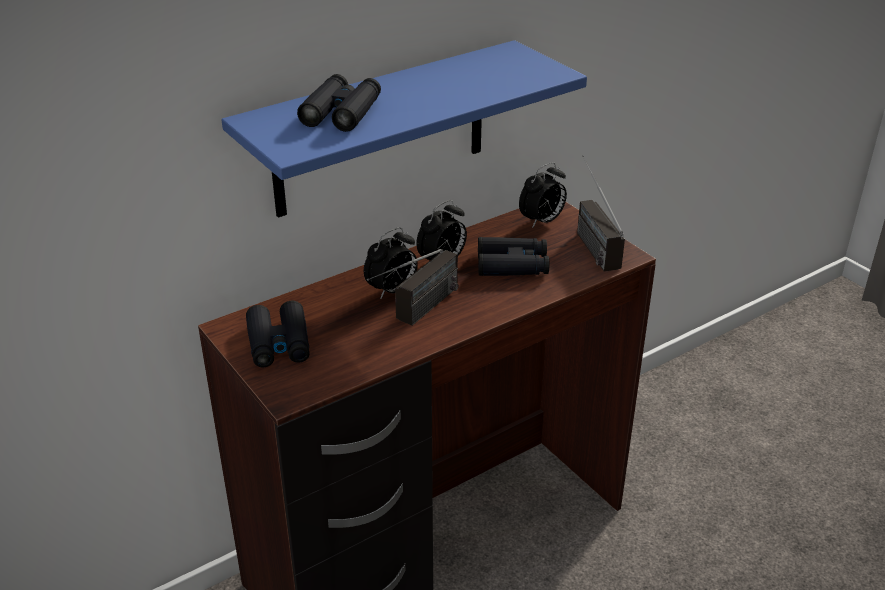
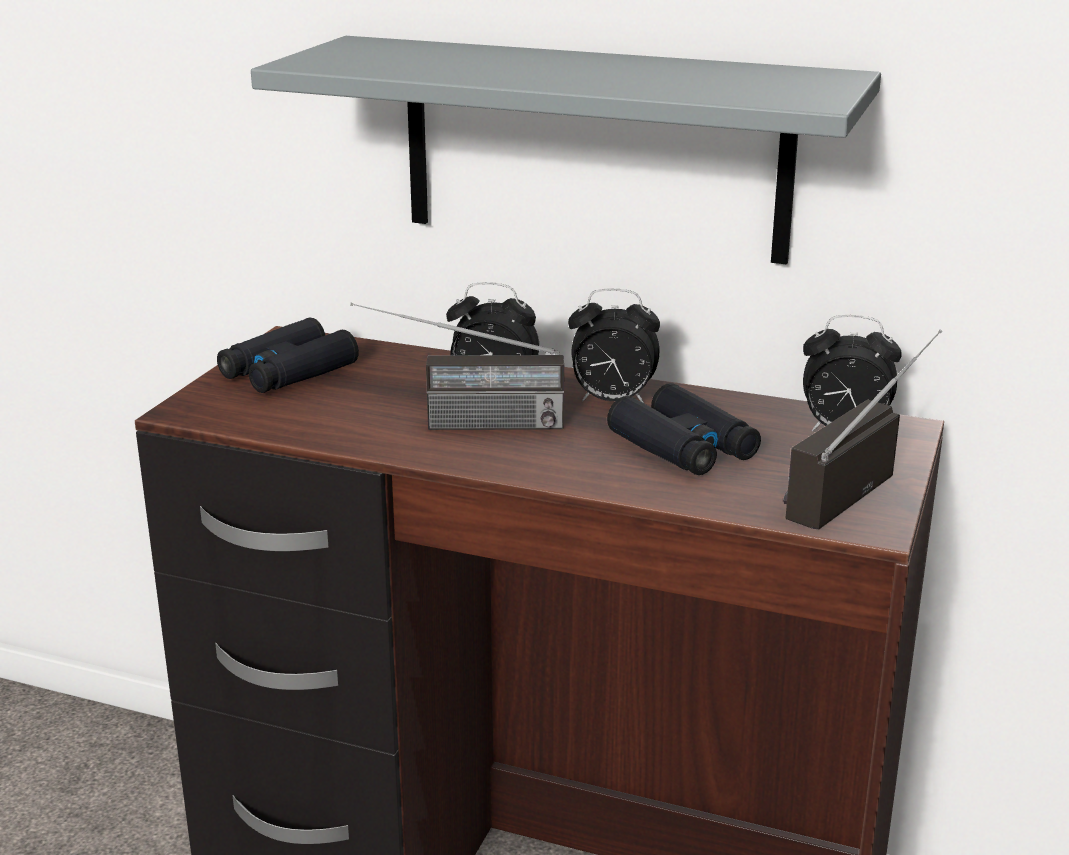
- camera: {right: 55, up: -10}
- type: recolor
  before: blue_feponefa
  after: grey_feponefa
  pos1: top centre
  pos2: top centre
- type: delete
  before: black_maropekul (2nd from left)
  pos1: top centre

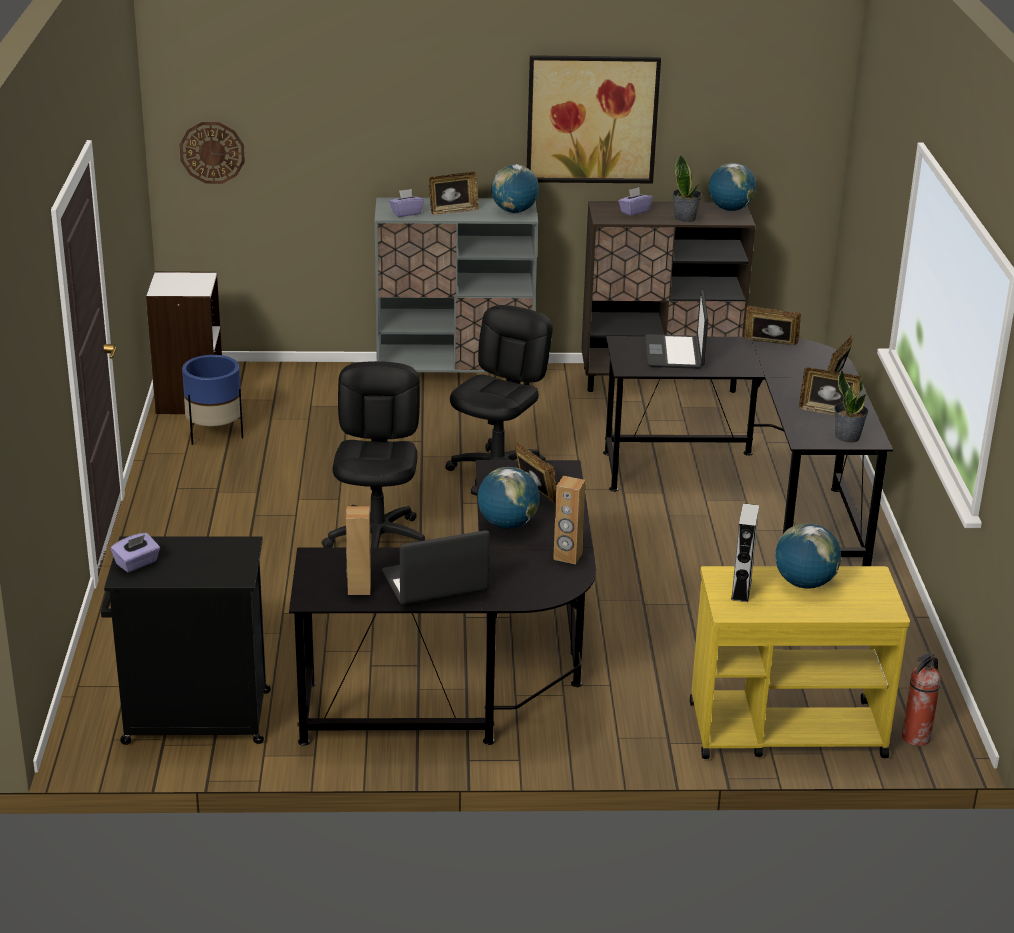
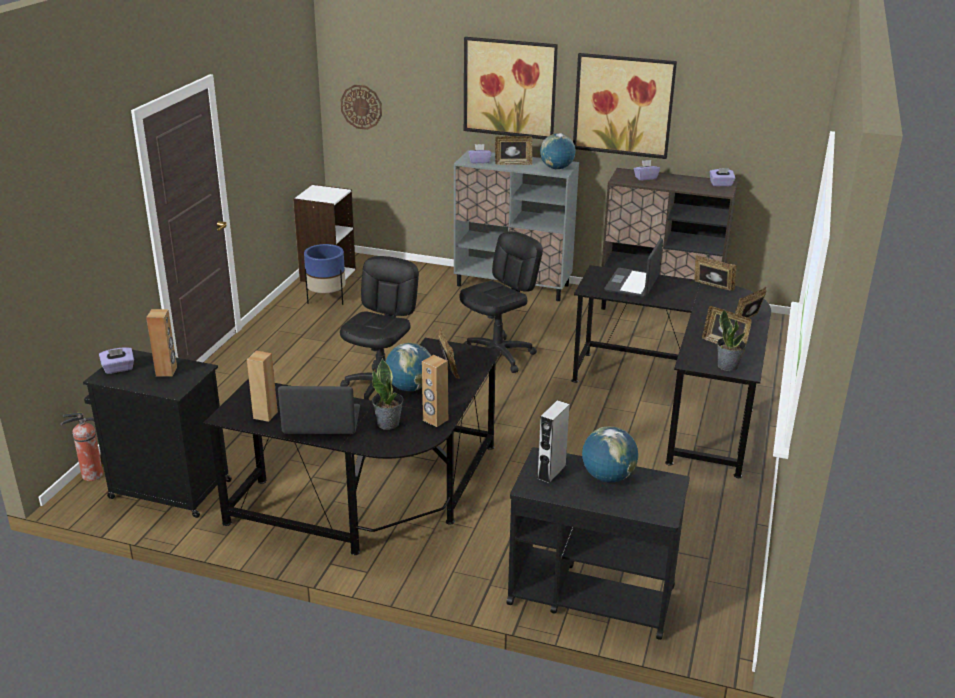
- camera: {right: 20, up: 0}
- type: move
  before: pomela (1st from left)
  pos1: top right
  pos2: centre
- type: replace
  before: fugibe (3rd from left)
  after: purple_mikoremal (4th from left)
  pos1: top right
  pos2: top right
- type: recolor
  before: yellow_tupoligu
  after: black_tupoligu
  pos1: bottom right
  pos2: bottom centre
- type: move
  before: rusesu
  pos1: bottom right
  pos2: middle left
- type: insert
  after: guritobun (1st from left)
  pos2: top centre
- type: insert
  after: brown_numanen (1st from left)
  pos2: middle left

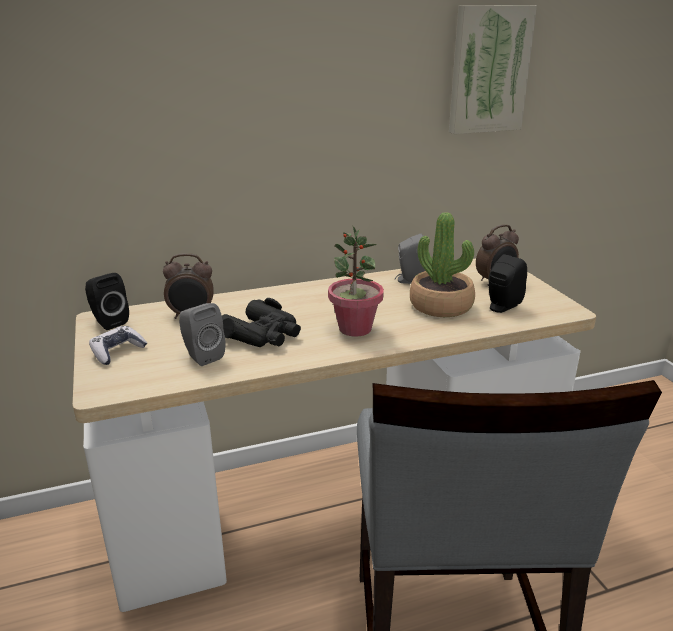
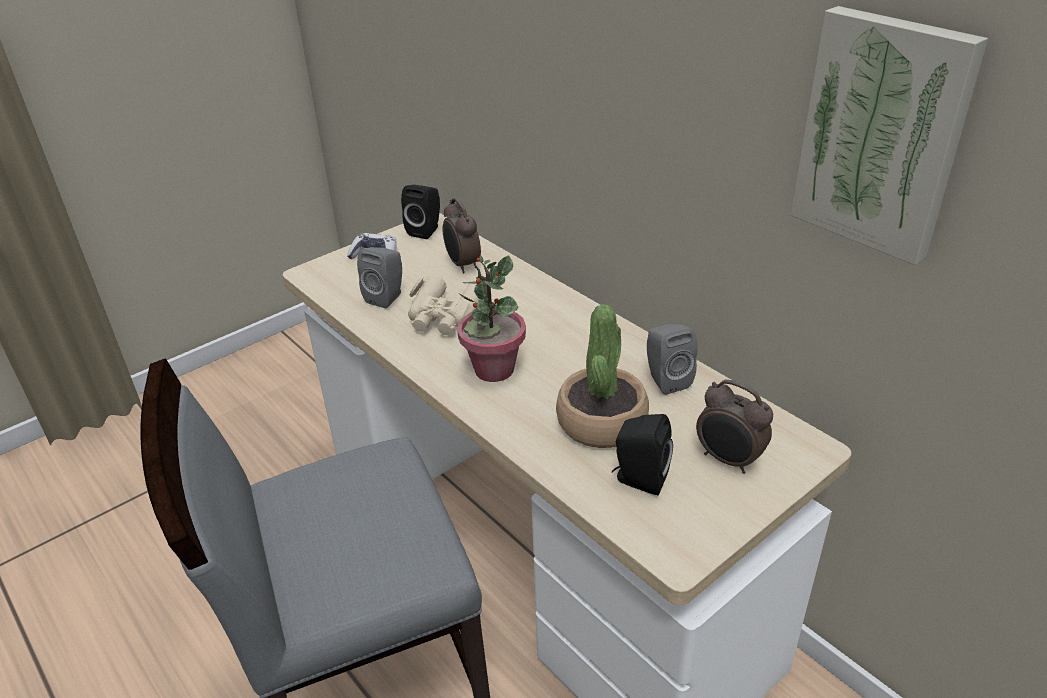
- camera: {right: 70, up: 10}
- type: recolor
  before: black_maropekul
  after: beige_maropekul
  pos1: centre
  pos2: centre

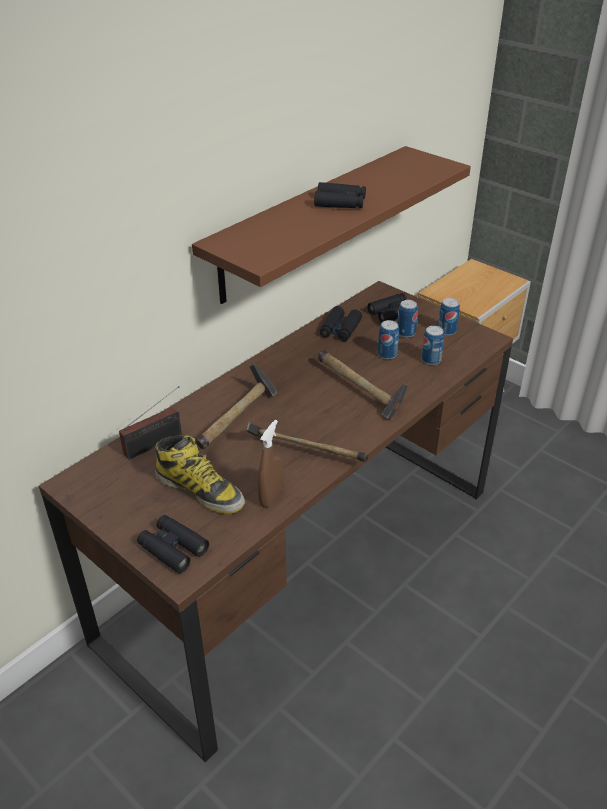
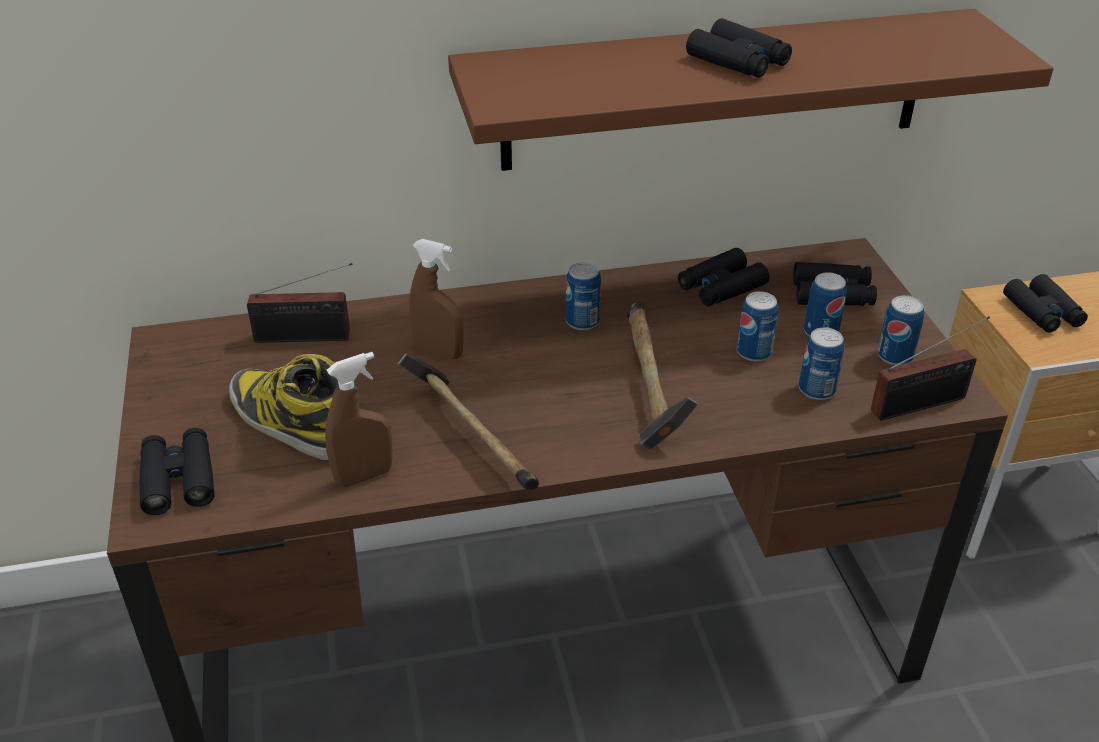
- camera: {right: 35, up: 0}
- type: replace
  before: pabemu (1st from left)
  after: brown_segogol (2nd from left)
  pos1: centre
  pos2: centre
- type: rotate
  before: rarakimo
  pos1: middle left
  pos2: middle left
  turn: 150
- type: insert
  after: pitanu (1st from left)
  pos2: centre
- type: insert
  after: black_maropekul (5th from left)
  pos2: middle right
- type: insert
  after: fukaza (2nd from left)
  pos2: middle right

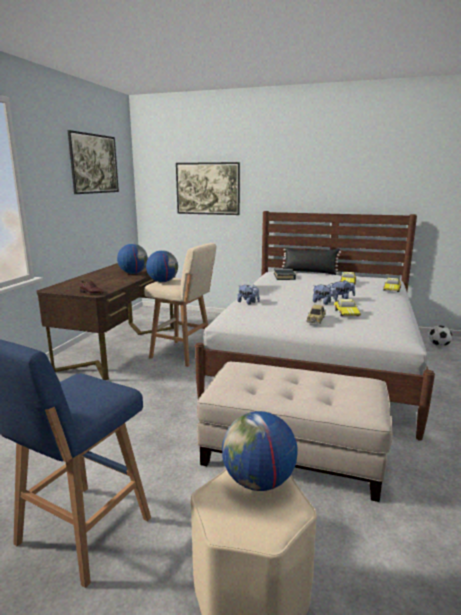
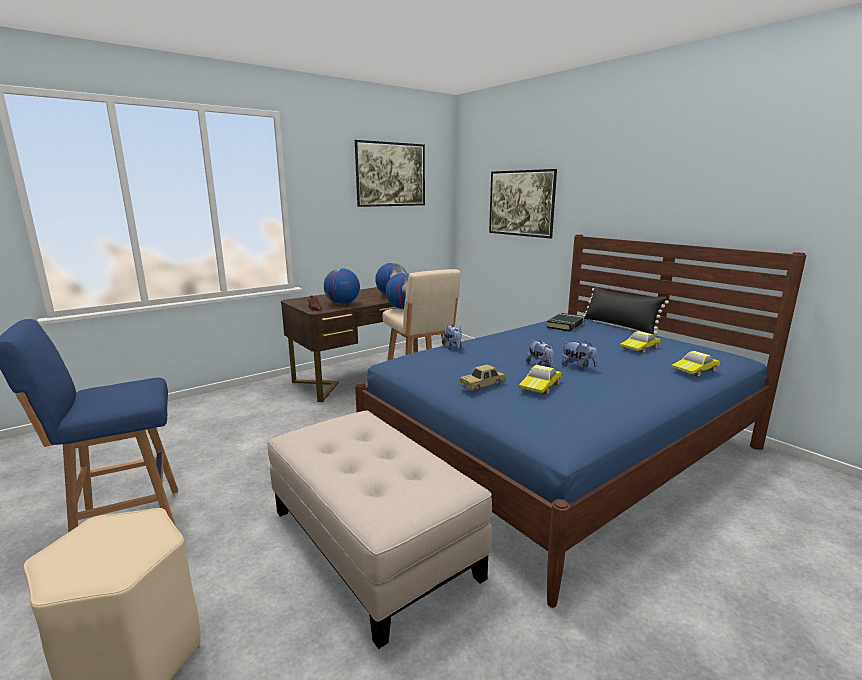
- camera: {right: 35, up: 0}
- type: recolor
  before: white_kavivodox
  after: blue_kavivodox
  pos1: middle right
  pos2: middle right
- type: delete
  before: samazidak
  pos1: middle right
- type: move
  before: fugibe (3rd from left in the first image)
  after: fugibe (1st from left)
  pos1: bottom centre
  pos2: centre

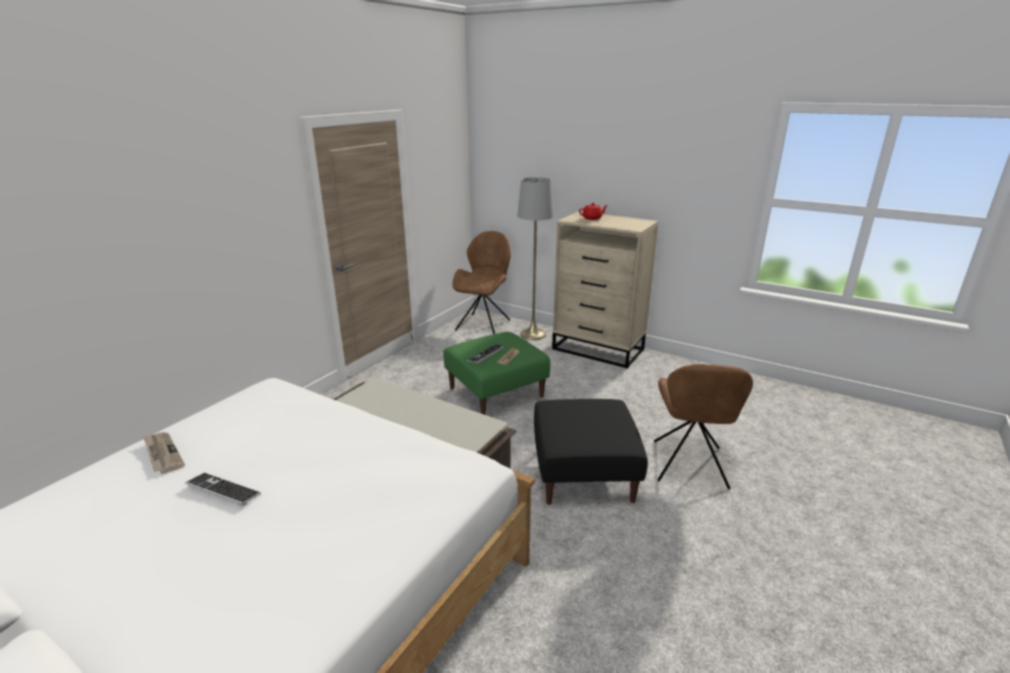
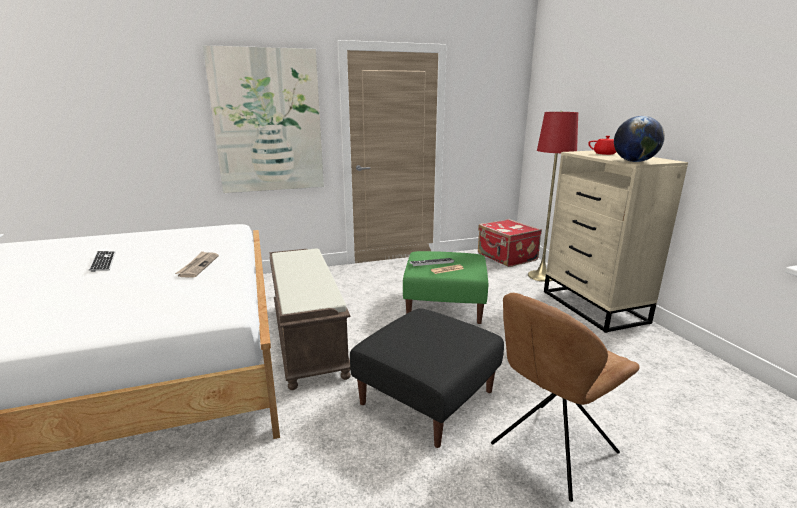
- camera: {right: 40, up: -5}
- type: recolor
  before: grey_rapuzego
  after: red_rapuzego
  pos1: centre
  pos2: middle right
- type: replace
  before: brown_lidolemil (1st from left)
  after: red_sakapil
  pos1: centre
  pos2: centre
- type: move
  before: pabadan (1st from left)
  pos1: bottom left
  pos2: middle left
- type: insert
  after: guritobun
  pos2: top left
- type: insert
  after: fugibe
  pos2: top right

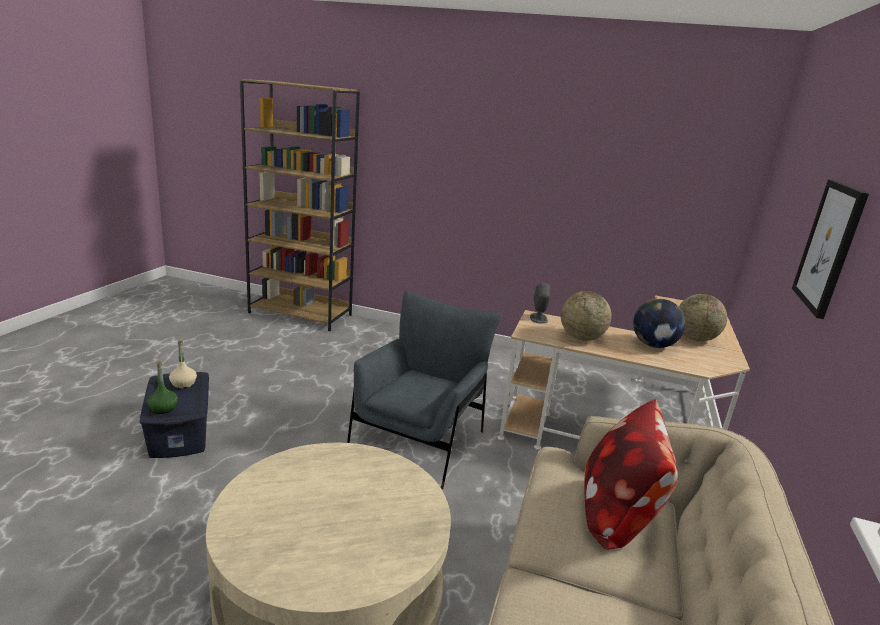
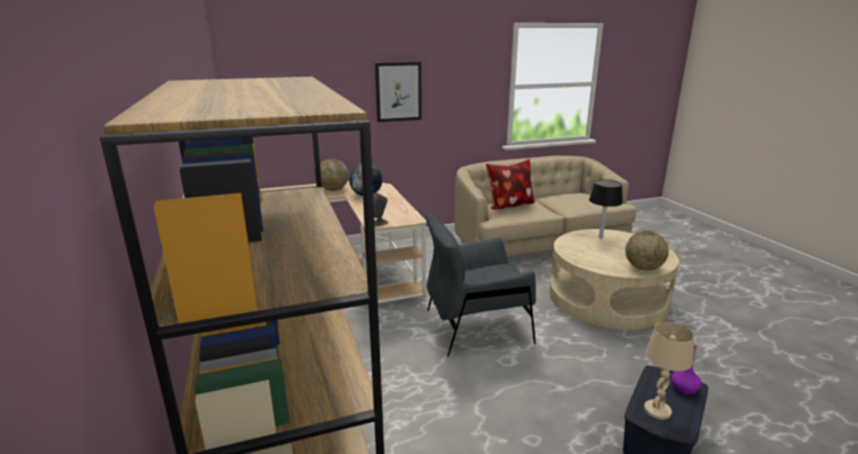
- camera: {right: -125, up: 0}
- type: move
  before: fugibe (1st from left in the first image)
  after: fugibe (3rd from left)
  pos1: centre
  pos2: middle right
- type: replace
  before: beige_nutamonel
  after: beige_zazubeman
  pos1: middle left
  pos2: bottom right
- type: recolor
  before: green_nutamonel
  after: purple_nutamonel
  pos1: middle left
  pos2: bottom right
- type: insert
  after: black_zazubeman
  pos2: middle right

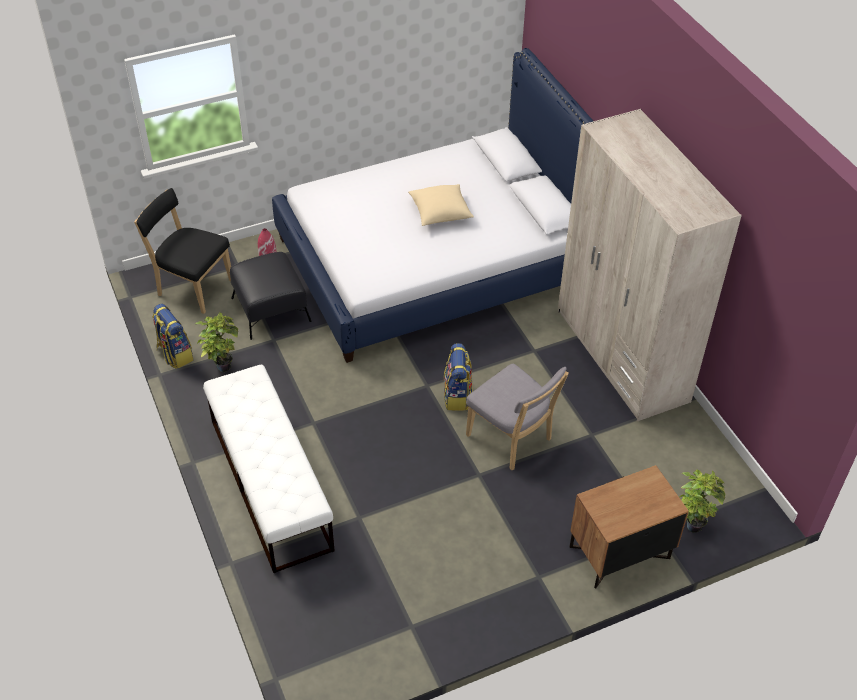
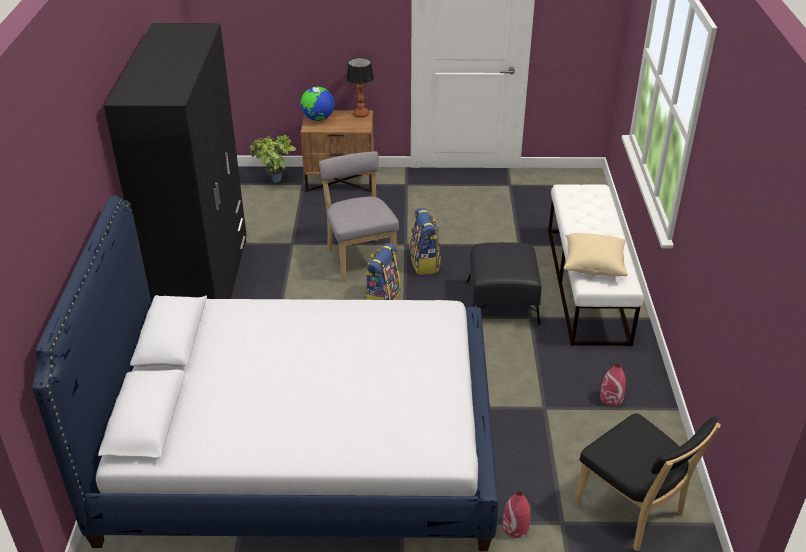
- camera: {right: -155, up: -10}
- type: recolor
  before: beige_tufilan
  after: black_tufilan
  pos1: middle right
  pos2: top left
- type: move
  before: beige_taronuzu
  pos1: top centre
  pos2: middle right
- type: move
  before: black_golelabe
  pos1: middle left
  pos2: centre
- type: move
  before: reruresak (1st from left in the first image)
  after: reruresak (2nd from left)
  pos1: middle left
  pos2: centre
- type: replace
  before: pomela (1st from left)
  after: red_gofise (2nd from left)
  pos1: middle left
  pos2: bottom right
- type: insert
  after: zazubeman
  pos2: top centre
- type: insert
  after: fugibe
  pos2: top centre

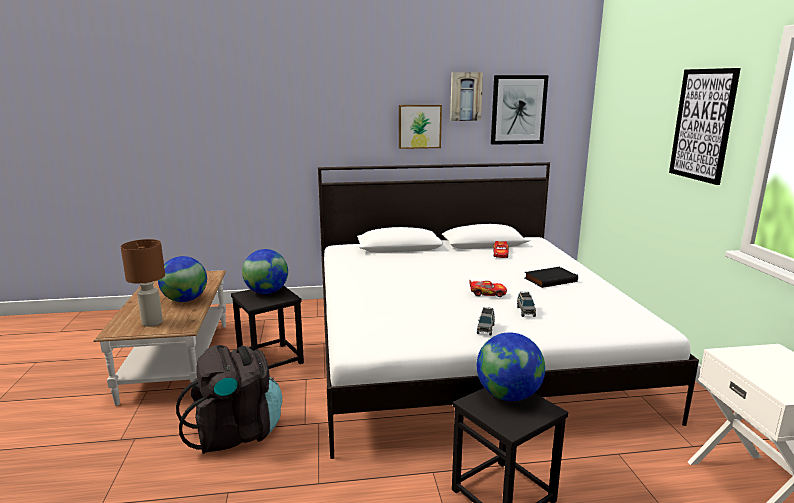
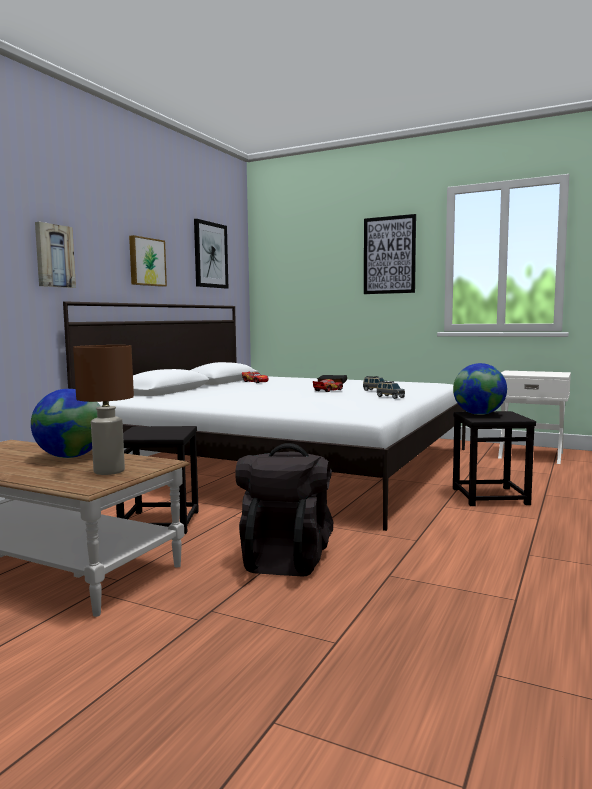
- camera: {right: -55, up: -10}
- type: move
  before: guritobun (2nd from left in the first image)
  after: guritobun (1st from left)
  pos1: top centre
  pos2: top left
- type: delete
  before: fugibe (2nd from left)
  pos1: centre

